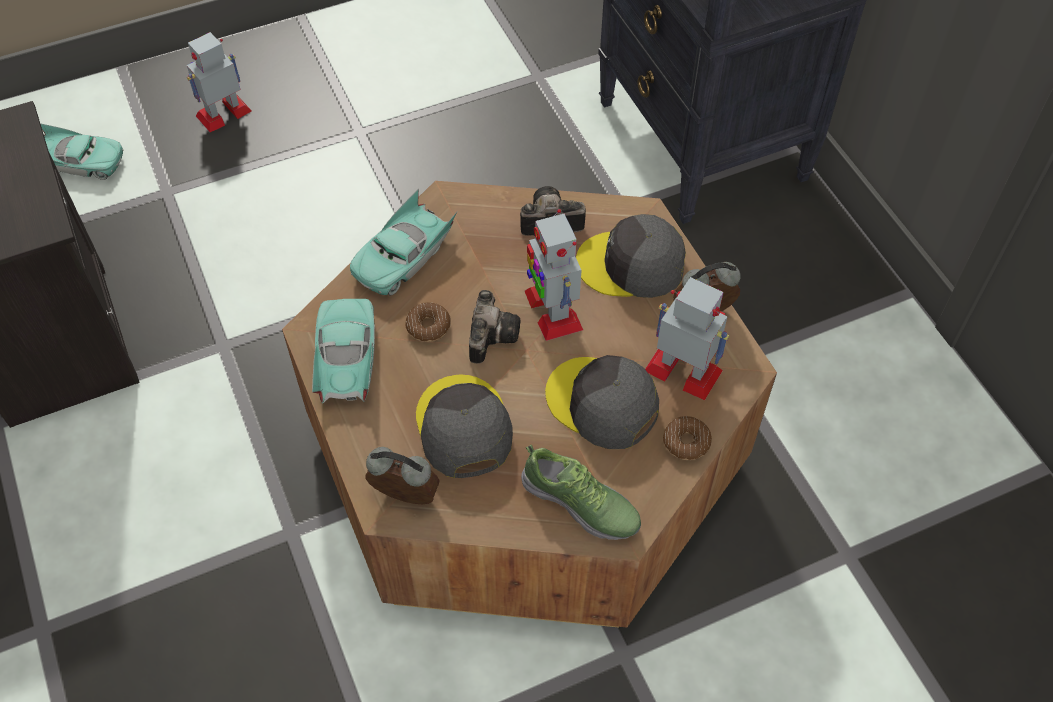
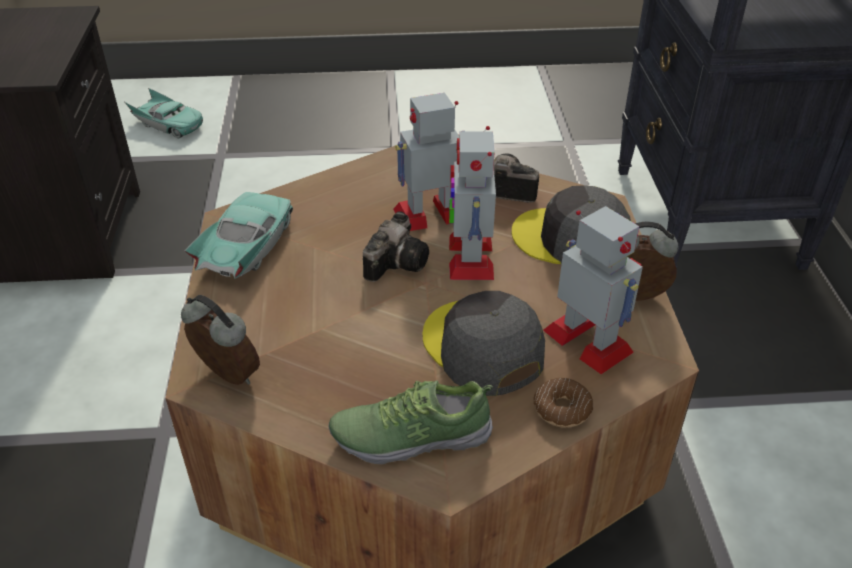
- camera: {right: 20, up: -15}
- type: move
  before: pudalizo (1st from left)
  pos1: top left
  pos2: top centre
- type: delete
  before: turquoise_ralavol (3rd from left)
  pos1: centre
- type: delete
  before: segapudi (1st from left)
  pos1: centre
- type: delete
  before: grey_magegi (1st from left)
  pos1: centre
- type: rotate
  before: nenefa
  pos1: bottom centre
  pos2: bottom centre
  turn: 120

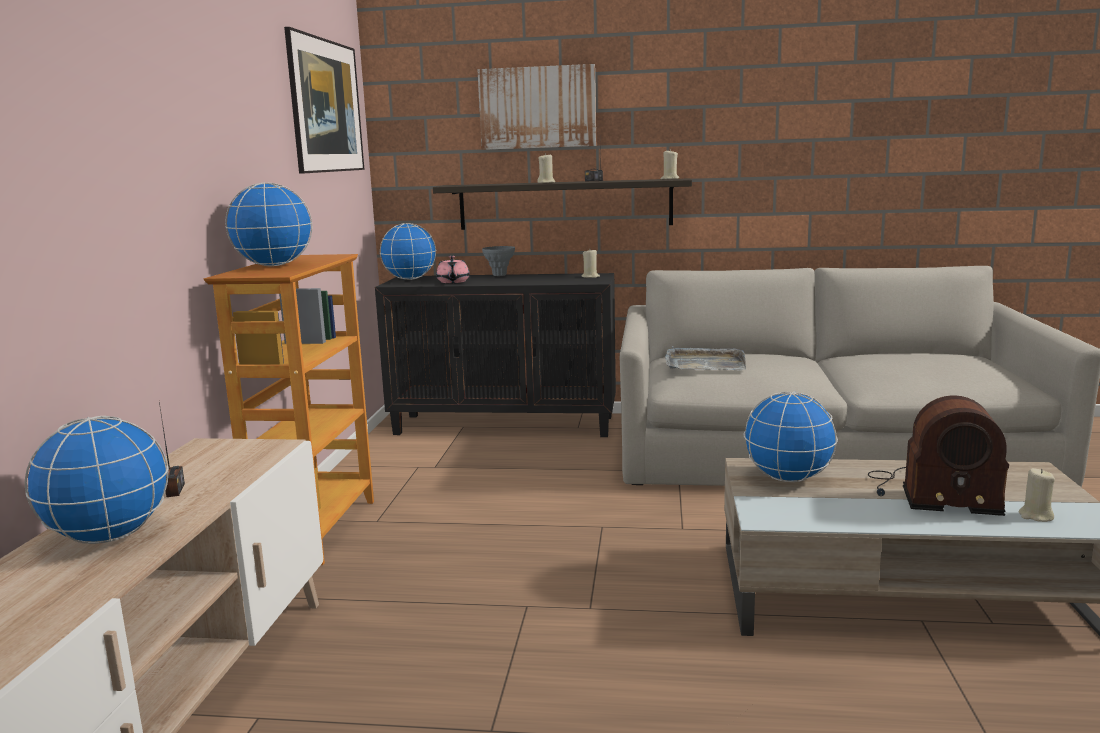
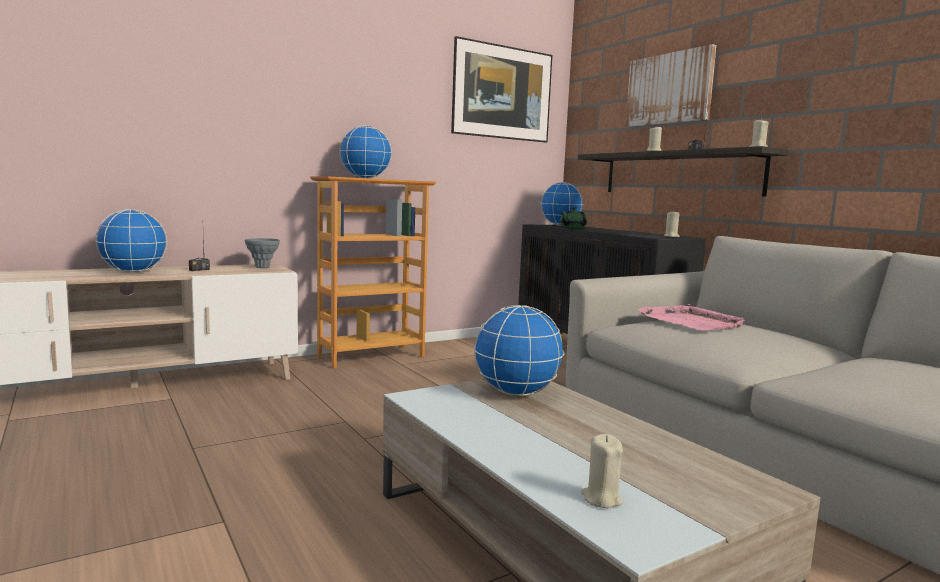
- camera: {right: 50, up: -5}
- type: move
  before: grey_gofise
  pos1: centre
  pos2: middle left
- type: recolor
  before: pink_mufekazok
  after: green_mufekazok
  pos1: centre
  pos2: centre
- type: recolor
  before: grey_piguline
  after: pink_piguline
  pos1: centre
  pos2: middle right
- type: delete
  before: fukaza (3rd from left)
  pos1: middle right

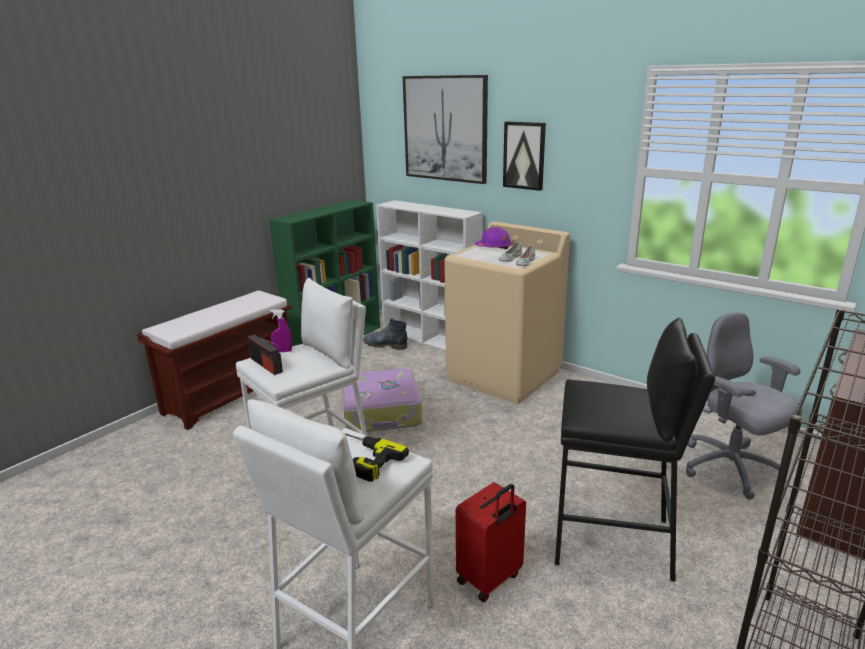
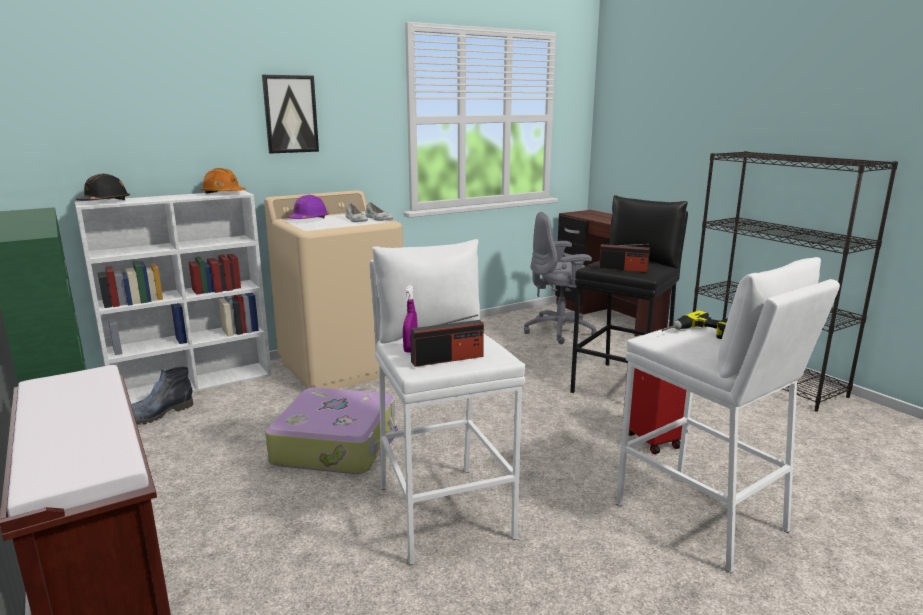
- camera: {right: -70, up: -5}
- type: delete
  before: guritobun (1st from left)
  pos1: top centre
- type: insert
  after: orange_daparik
  pos2: top left
- type: insert
  after: black_daparik
  pos2: top left
- type: insert
  after: fukaza (2nd from left)
  pos2: middle right

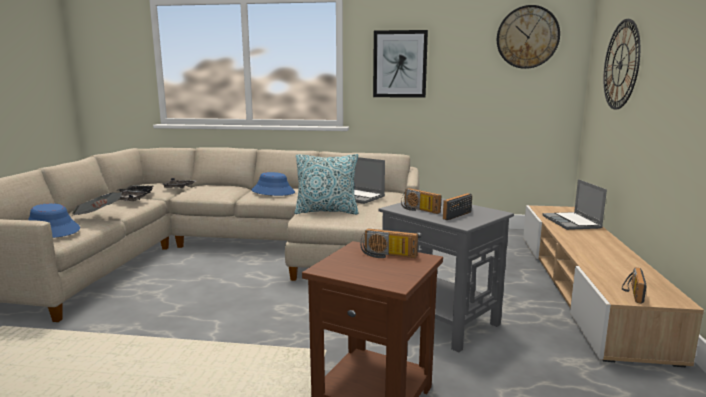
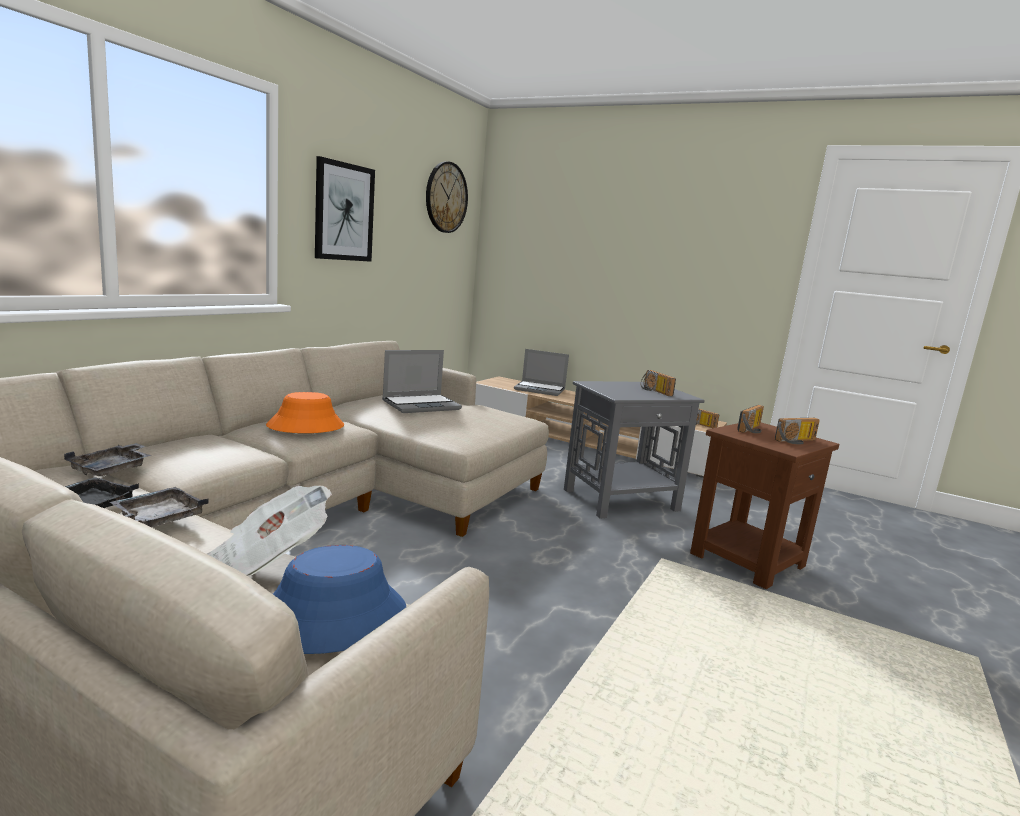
- camera: {right: -70, up: 0}
- type: delete
  before: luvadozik (2nd from left)
  pos1: top right
- type: delete
  before: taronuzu
  pos1: centre
- type: recolor
  before: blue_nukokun (2nd from left)
  after: orange_nukokun
  pos1: centre
  pos2: middle left
- type: move
  before: fukaza (2nd from left in the first image)
  after: fukaza (4th from left)
  pos1: centre
  pos2: middle right

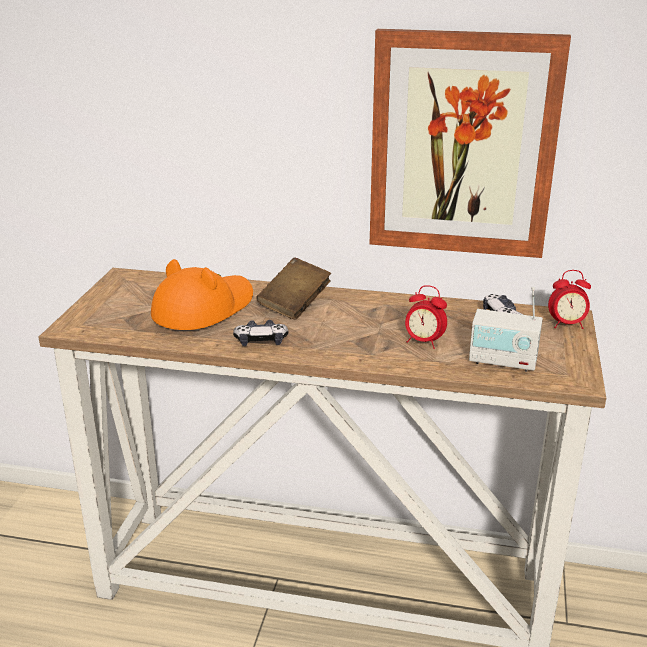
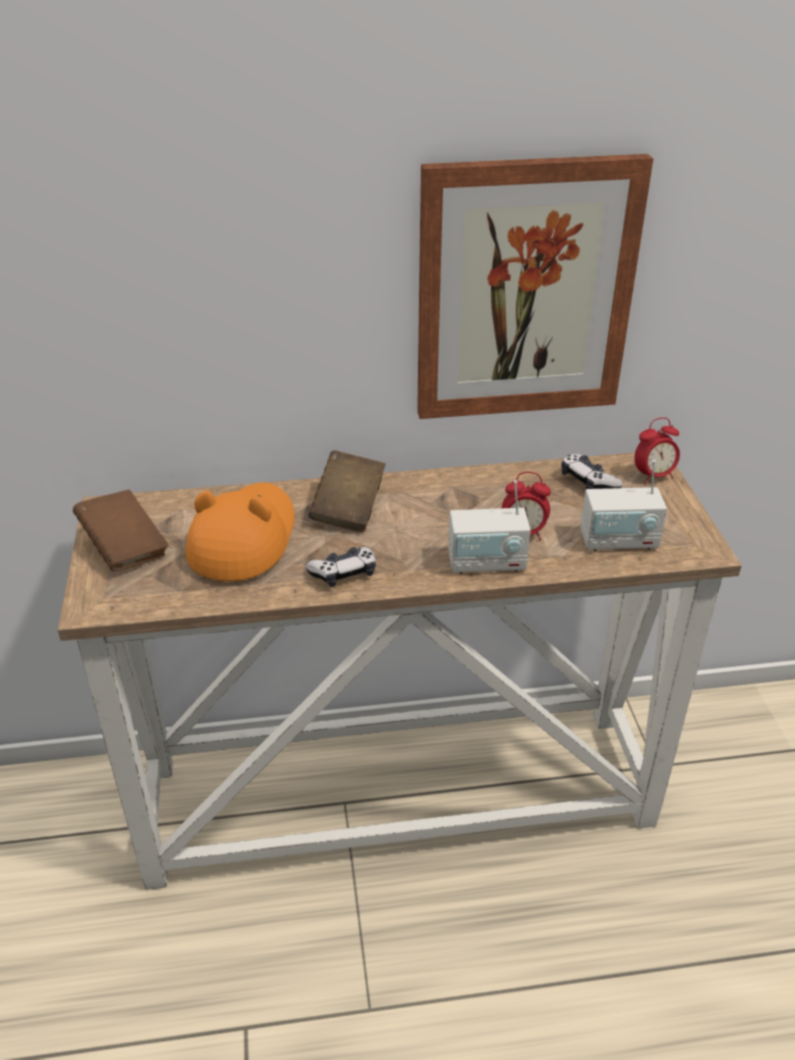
- camera: {right: -20, up: 10}
- type: insert
  after: fukaza (1st from left)
  pos2: centre
- type: insert
  after: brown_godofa (1st from left)
  pos2: middle left

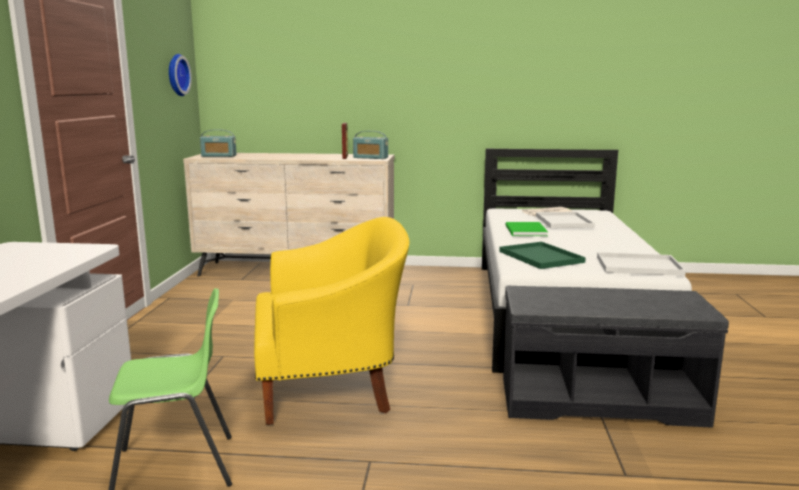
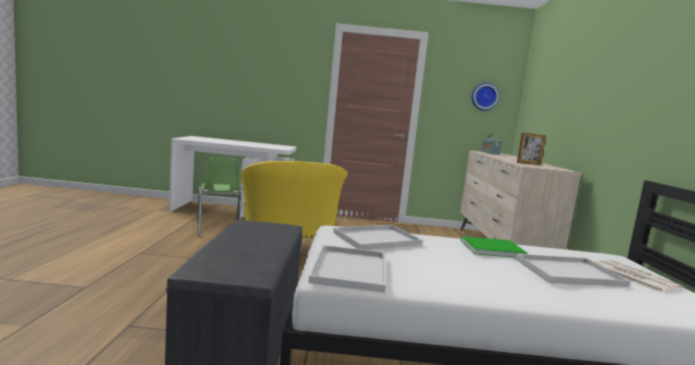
- camera: {right: 85, up: -5}
- type: delete
  before: fukaza (2nd from left)
  pos1: top centre
- type: recolor
  before: green_piguline
  after: white_piguline (2nd from left)
  pos1: middle right
  pos2: centre

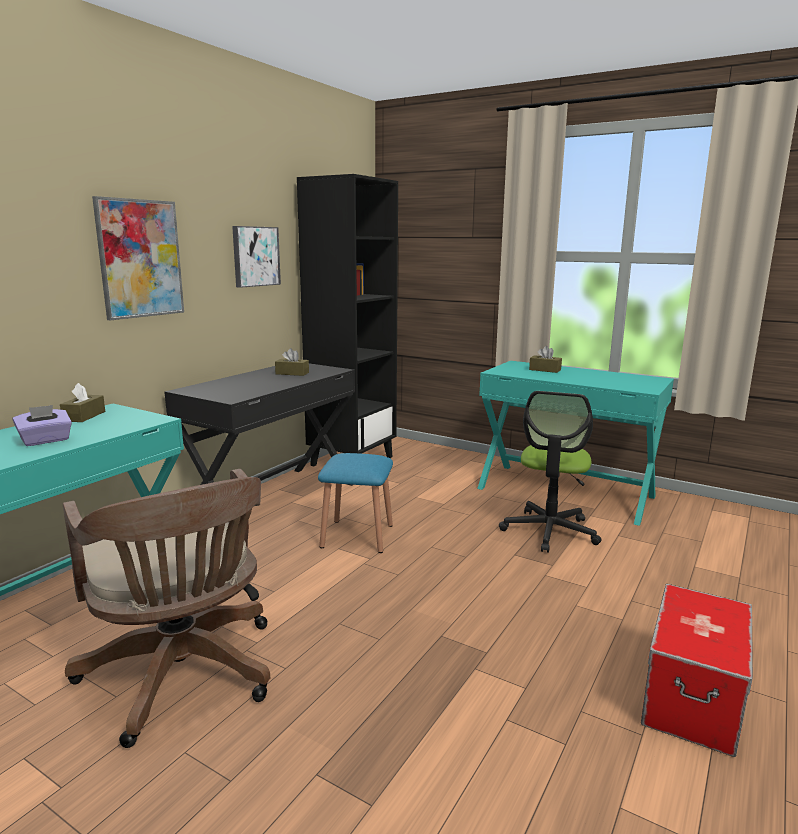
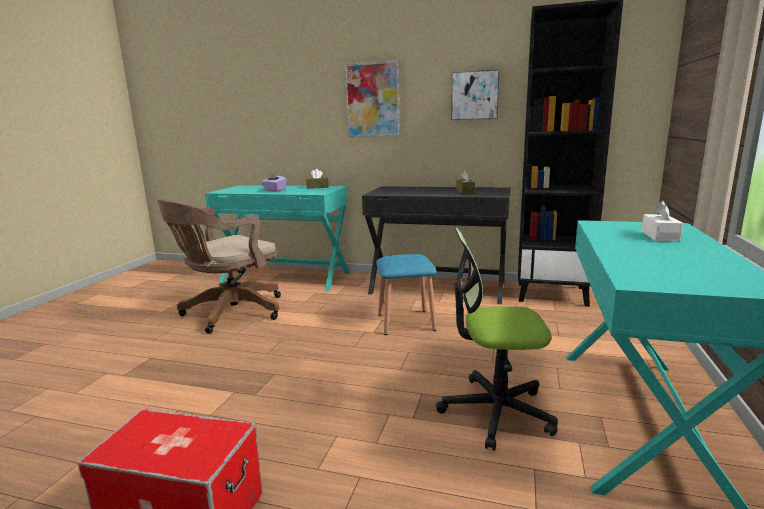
- camera: {right: 75, up: 0}
- type: recolor
  before: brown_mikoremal (3rd from left)
  after: white_mikoremal
  pos1: middle right
  pos2: middle right

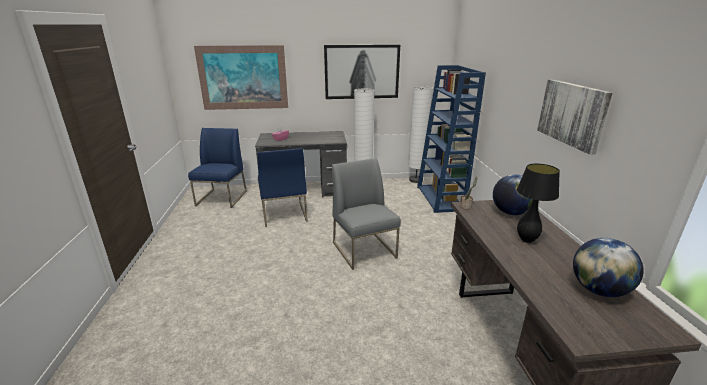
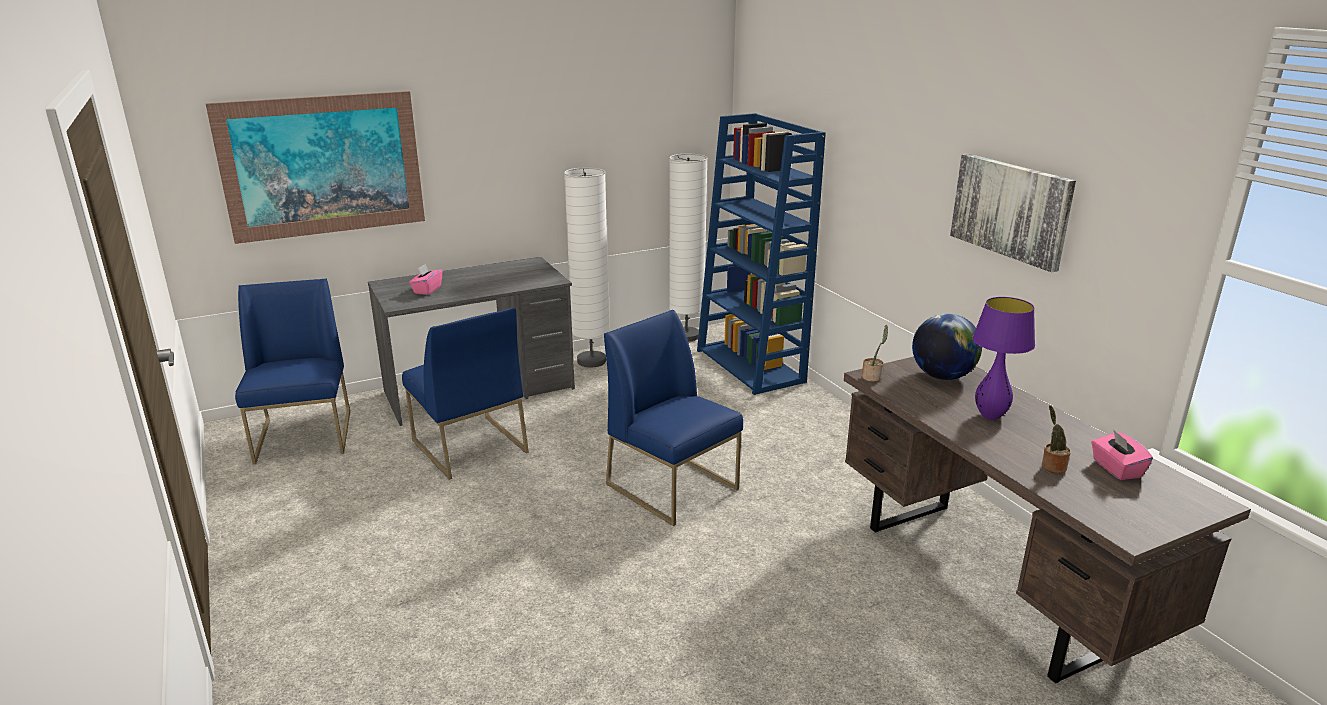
- camera: {right: -20, up: 0}
- type: delete
  before: guritobun (2nd from left)
  pos1: top centre
- type: recolor
  before: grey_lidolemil
  after: blue_lidolemil (3rd from left)
  pos1: centre
  pos2: centre
- type: recolor
  before: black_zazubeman
  after: purple_zazubeman
  pos1: middle right
  pos2: middle right
- type: replace
  before: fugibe (2nd from left)
  after: pink_mikoremal (2nd from left)
  pos1: bottom right
  pos2: middle right
- type: insert
  after: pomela (2nd from left)
  pos2: middle right

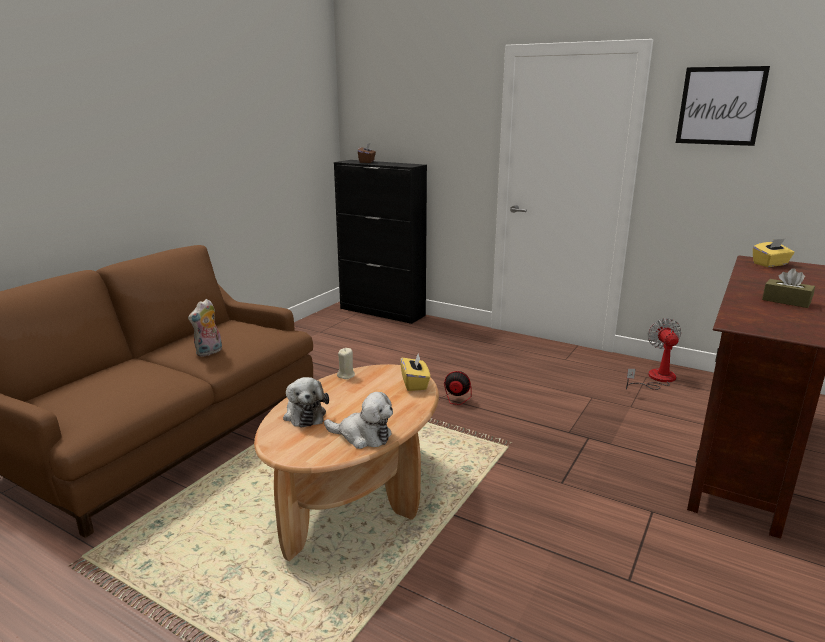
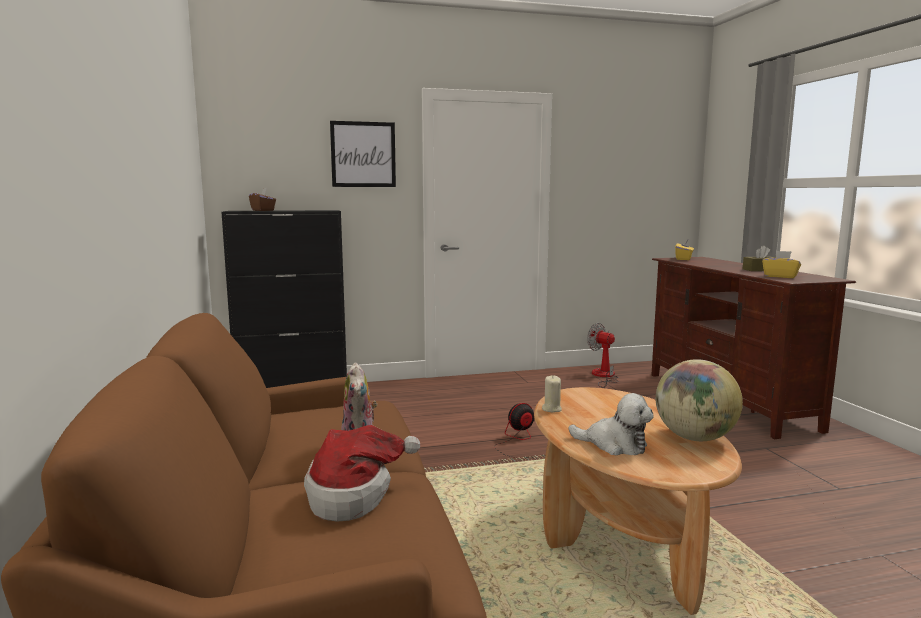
- camera: {right: -45, up: -10}
- type: move
  before: guritobun
  pos1: top right
  pos2: top centre
- type: move
  before: yellow_mikoremal (1st from left in the first image)
  after: yellow_mikoremal (2nd from left)
  pos1: centre
  pos2: middle right
- type: replace
  before: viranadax (3rd from left)
  after: fugibe
  pos1: centre
  pos2: middle right
- type: insert
  after: nukokun
  pos2: bottom centre

